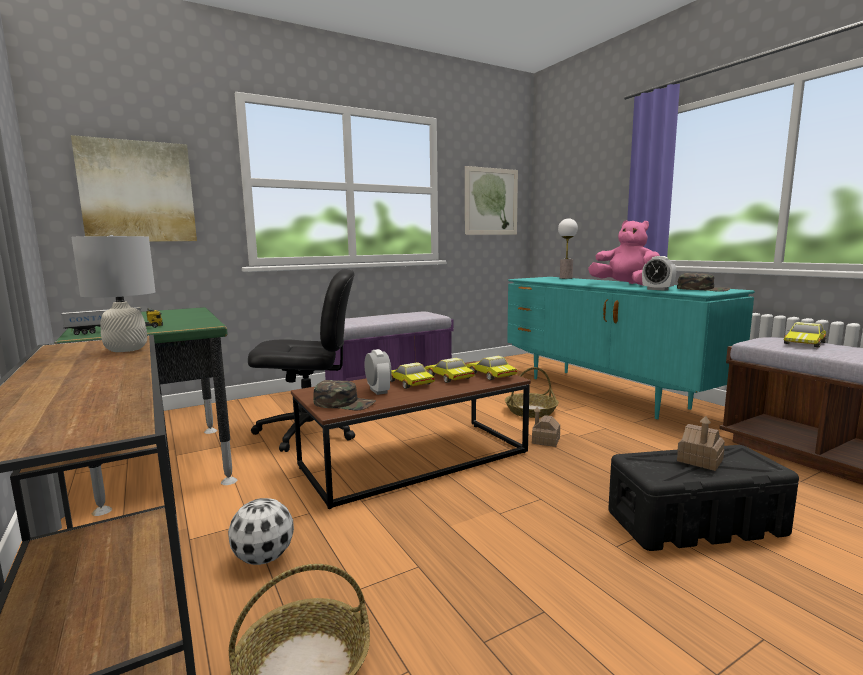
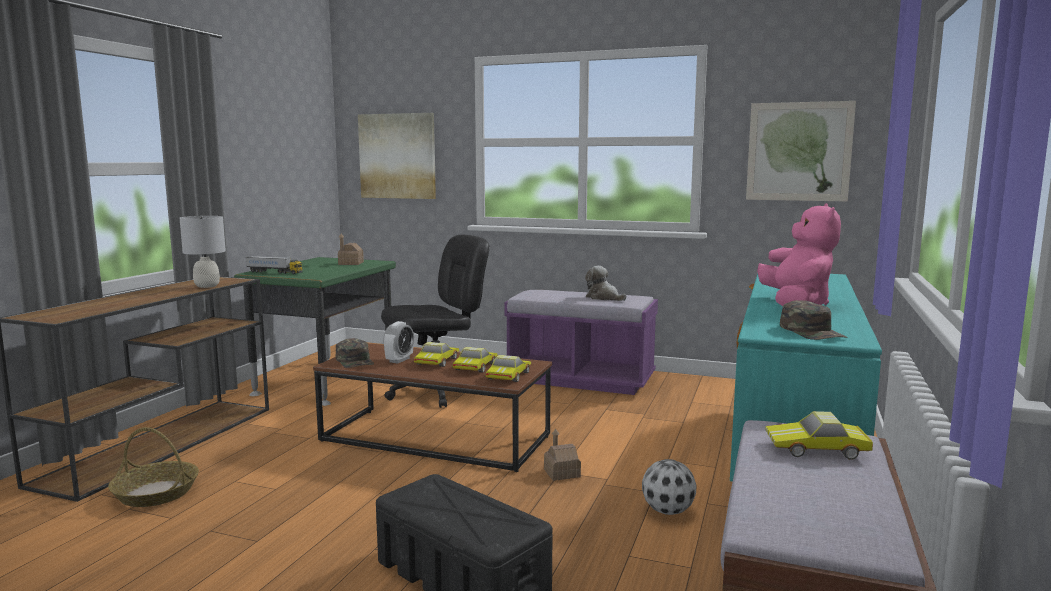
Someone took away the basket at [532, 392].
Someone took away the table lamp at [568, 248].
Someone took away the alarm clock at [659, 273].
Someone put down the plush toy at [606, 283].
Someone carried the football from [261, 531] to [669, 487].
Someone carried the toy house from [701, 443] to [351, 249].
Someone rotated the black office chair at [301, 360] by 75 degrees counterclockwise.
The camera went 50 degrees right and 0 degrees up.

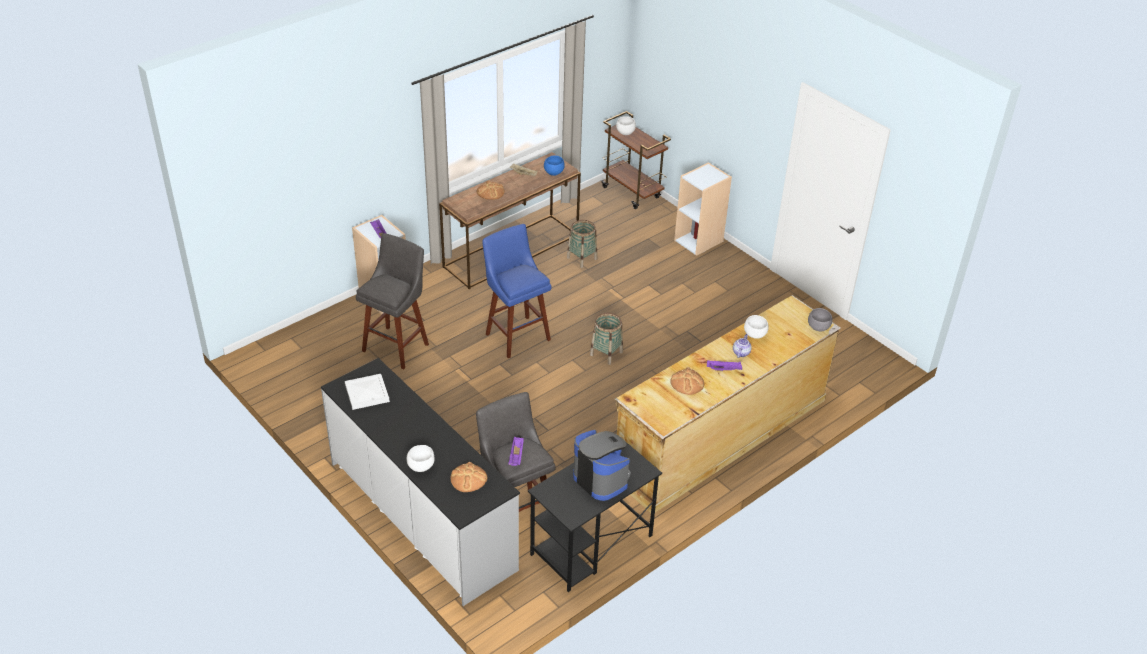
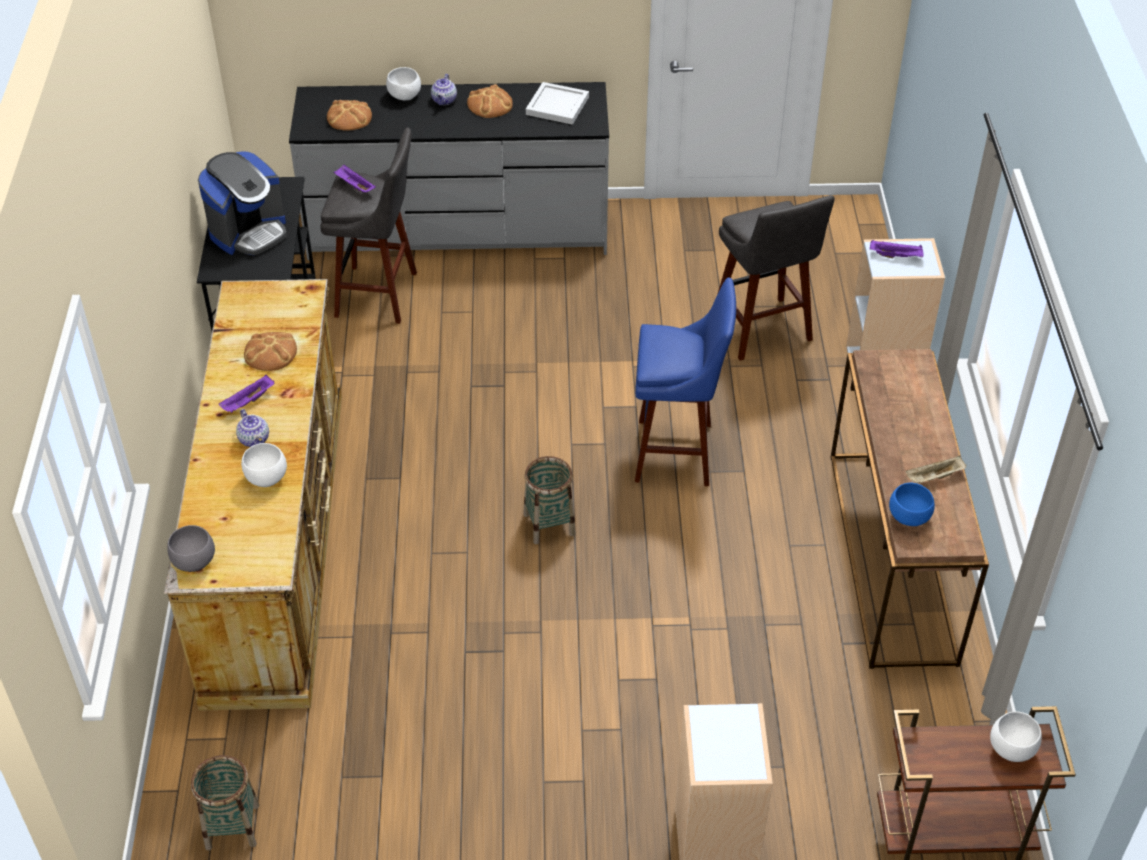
Someone put down the teapot at [444, 89].
Someone carried the bread from [491, 190] to [490, 101].
Someone carried the basket from [582, 244] to [225, 803].
Someone rotated the coffee machine at [602, 465] by 45 degrees counterclockwise.
The camera went 130 degrees right and 5 degrees up.

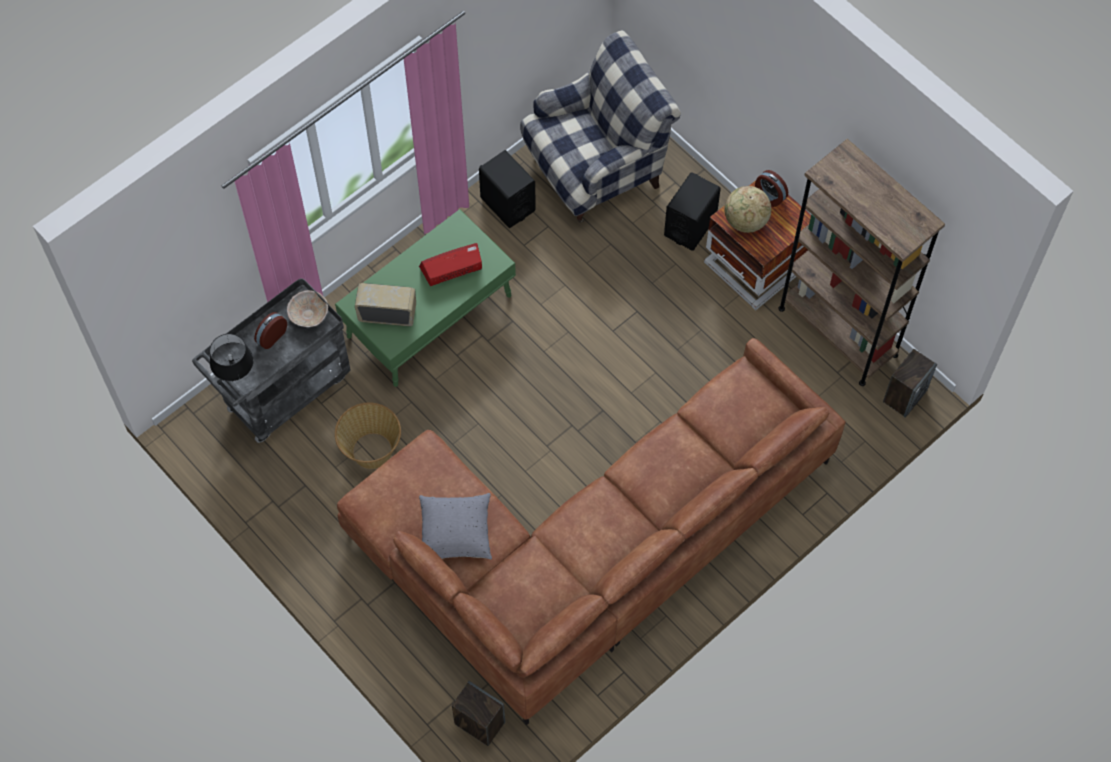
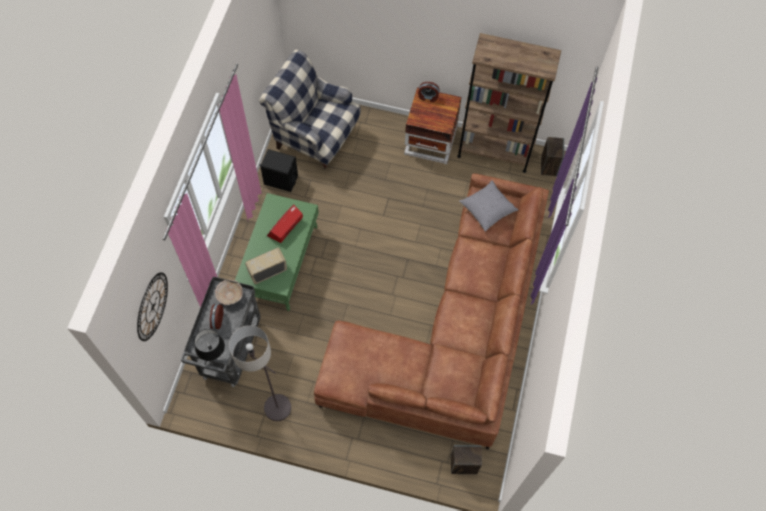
Someone took away the basket at [368, 436].
Someone took away the black speaker at [692, 211].
Someone took away the globe at [747, 209].
Someone put up the wall clock at [152, 306].
Someone put down the grey floor lamp at [260, 373].
Someone carried the grey pillow from [455, 526] to [488, 206].
Someone rotated the armchair at [600, 127] by 90 degrees counterclockwise.
The camera went 35 degrees left and 0 degrees up.

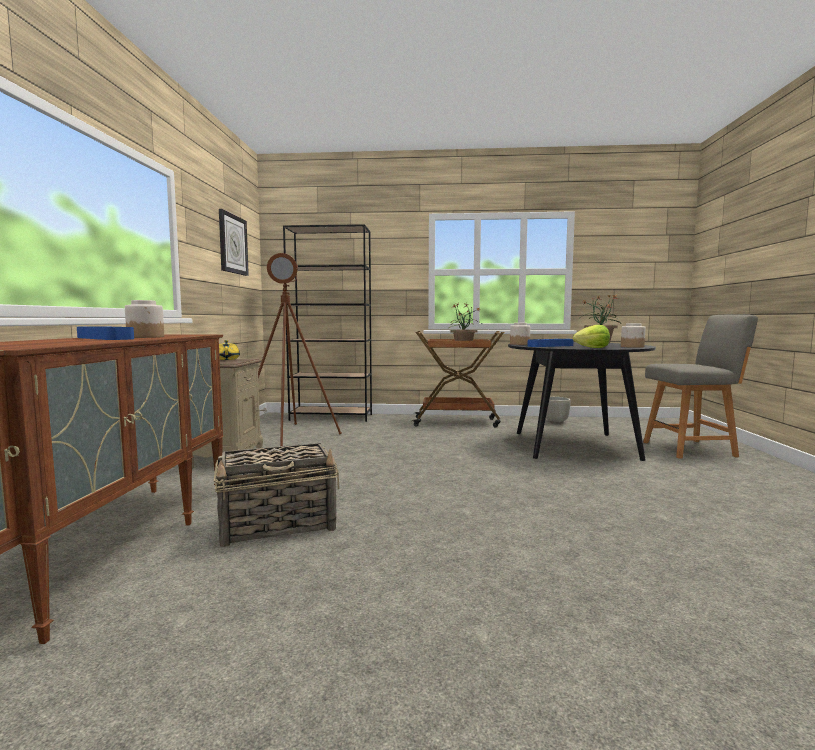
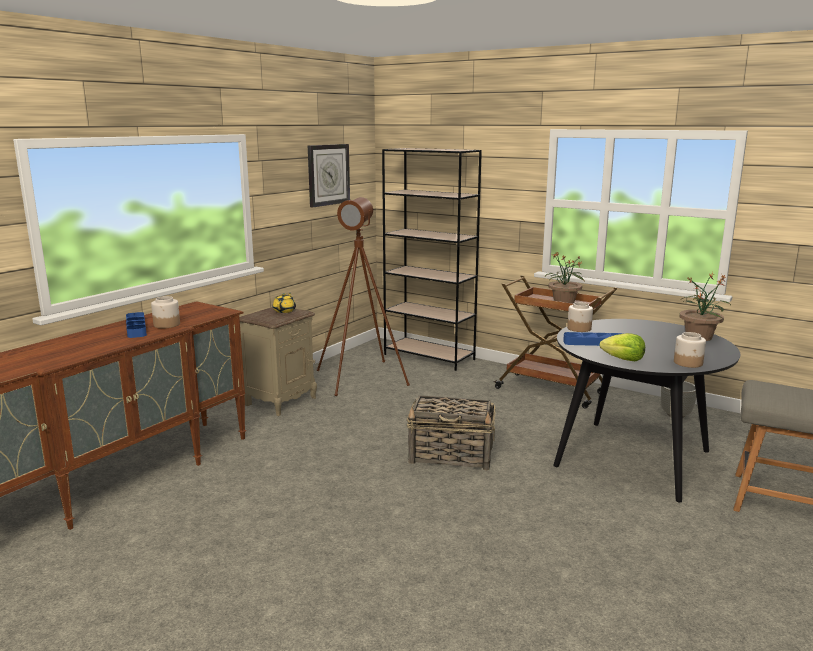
Someone carried the basket from [276, 495] to [451, 433].
The camera went 30 degrees right and 10 degrees up.

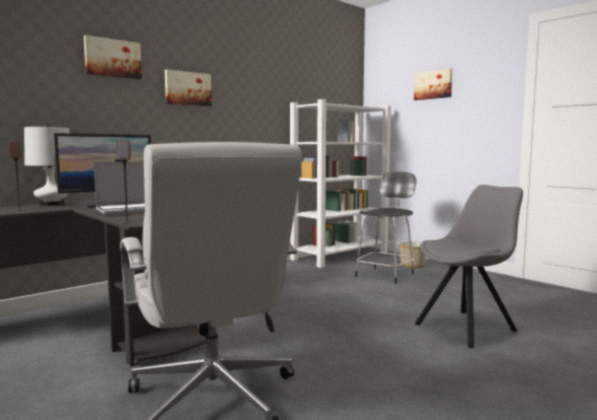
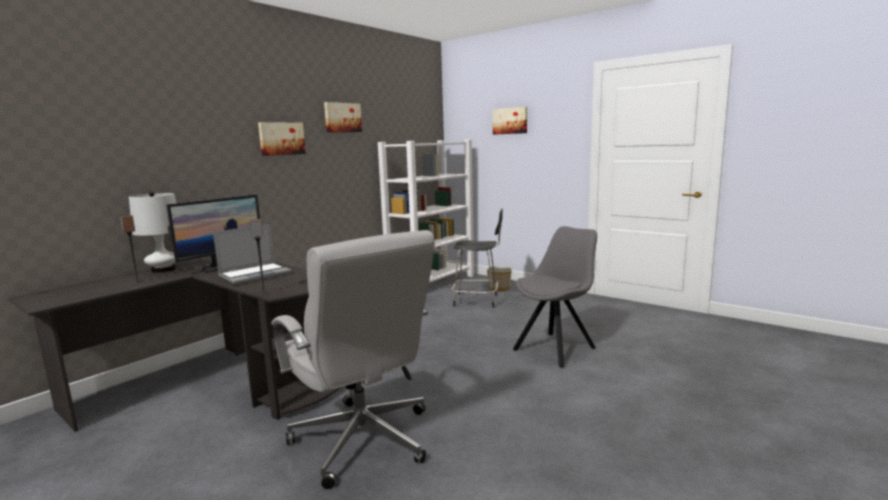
Someone carried the picture from [113, 57] to [343, 117].
Someone rotated the black chair at [385, 228] by 75 degrees clockwise.
The camera went 10 degrees left and 5 degrees up.

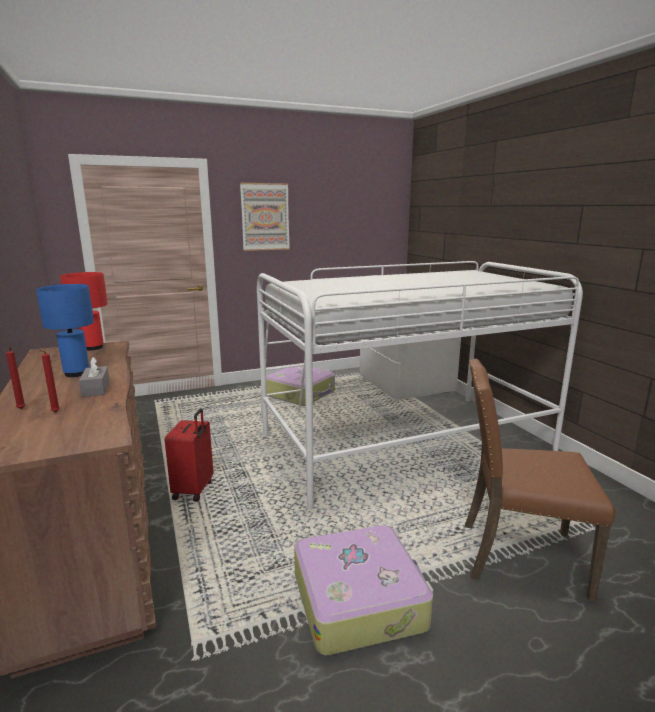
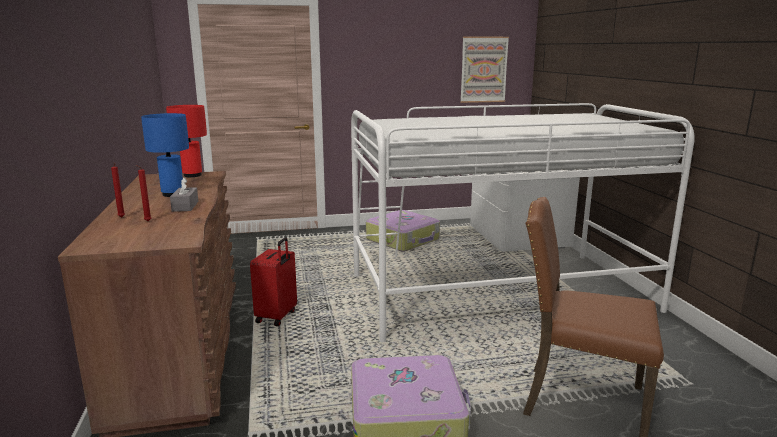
Someone carried the picture from [265, 217] to [484, 69].
The camera went 10 degrees right and 0 degrees up.

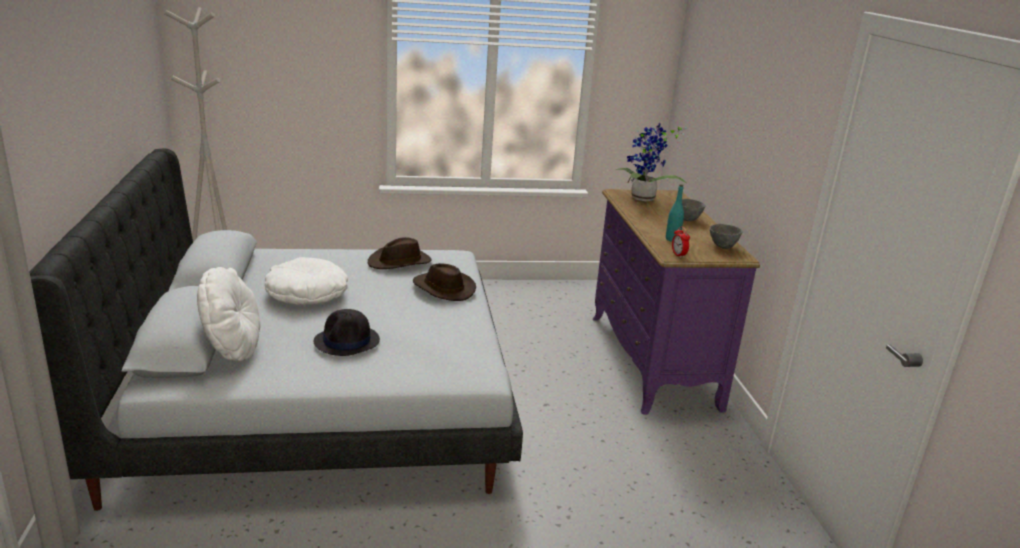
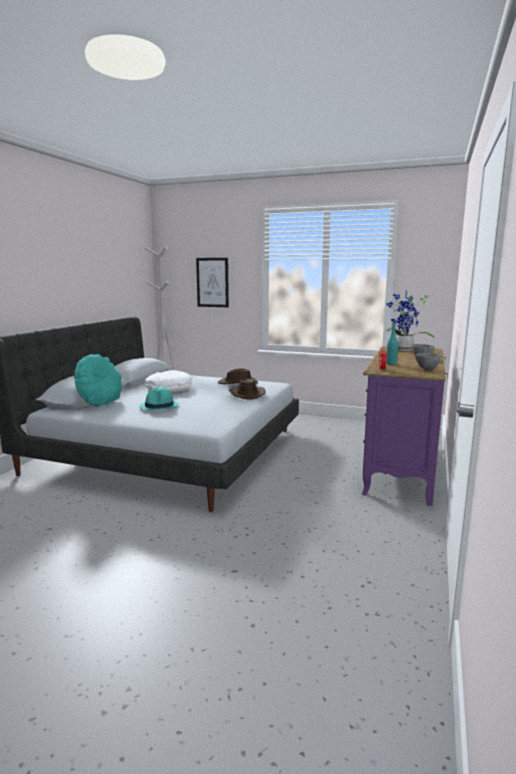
Someone put up the picture at [212, 282].
Someone repainted the white pillow at [228, 314], which became the turquoise pillow at [98, 380].
Someone repainted the black hat at [347, 332], which became the turquoise hat at [159, 399].
The camera went 30 degrees right and 10 degrees down.

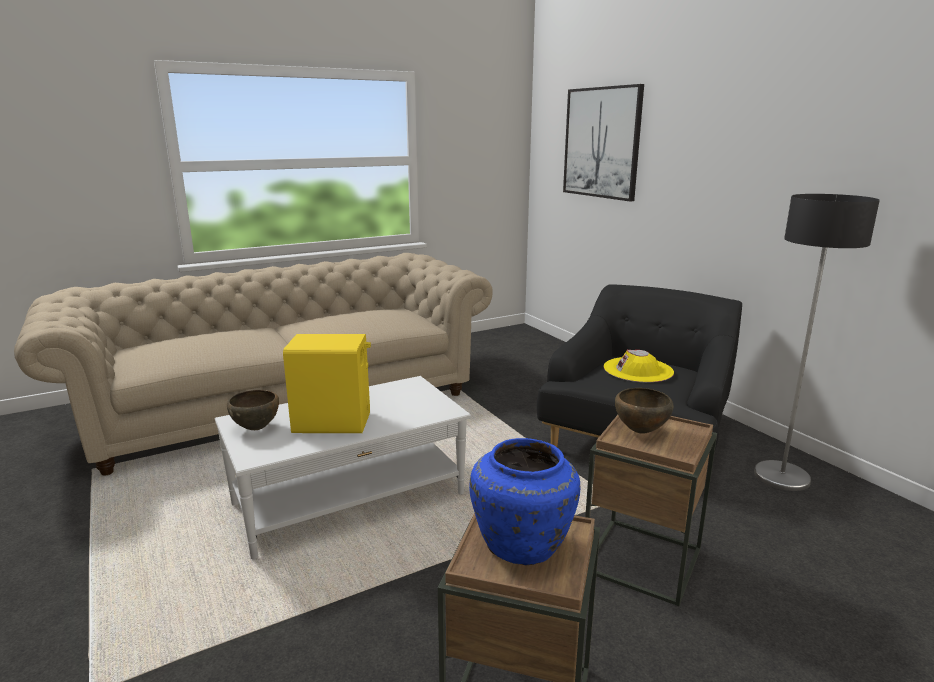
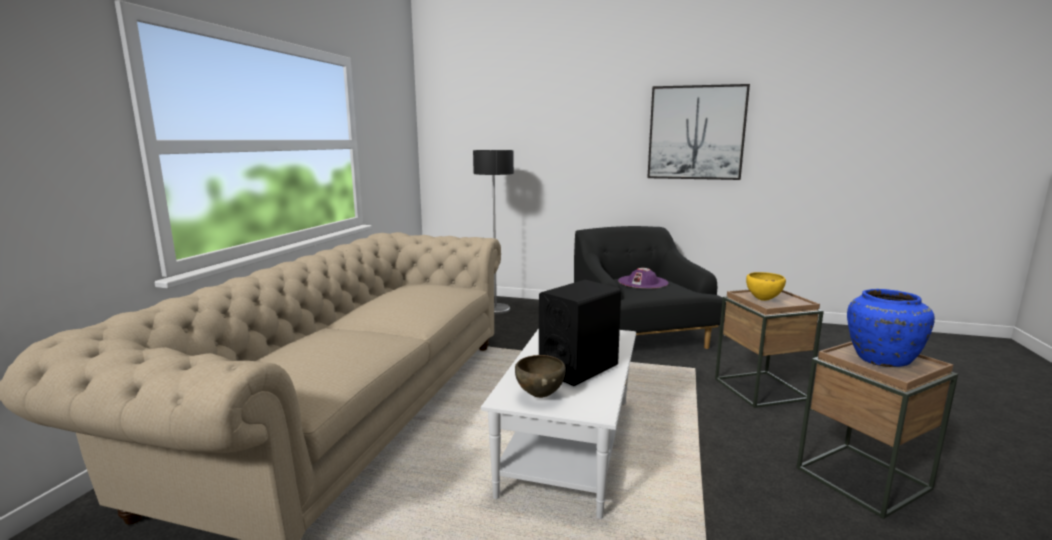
Someone carried the picture from [603, 143] to [698, 132].
Someone carried the floor lamp from [817, 342] to [493, 232].
Someone repainted the yellow speaker at [327, 383], which became the black speaker at [580, 333].
Someone repainted the yellow hat at [639, 366], which became the purple hat at [643, 278].
Someone repainted the brown bowl at [644, 411], which became the yellow bowl at [766, 286].
The camera went 45 degrees left and 5 degrees down.

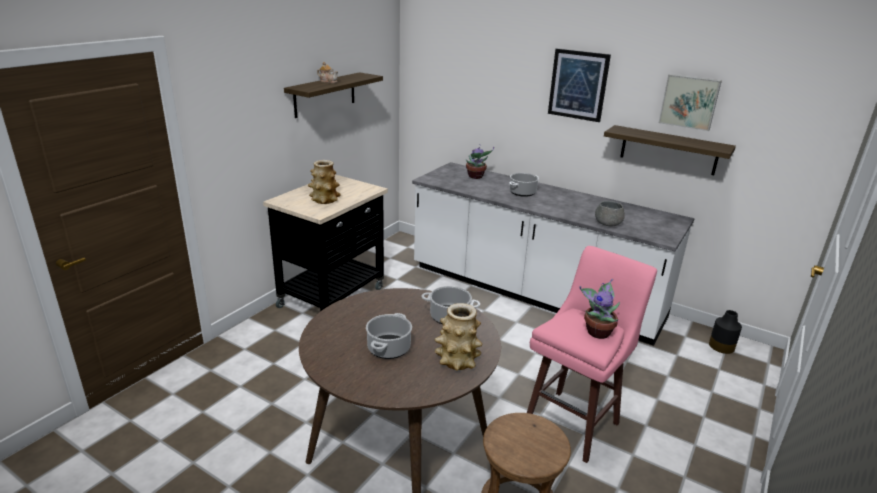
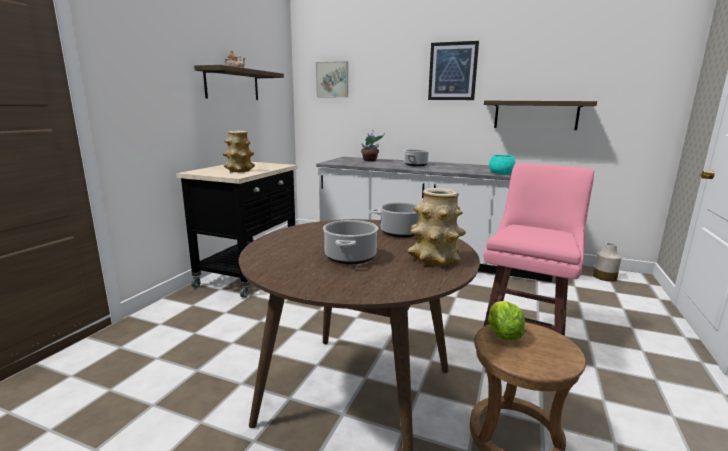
Someone took away the potted plant at [599, 309].
Someone put down the lettuce at [506, 320].
Someone carried the picture from [690, 102] to [332, 79].
Someone repainted the grey bowl at [610, 213], which became the turquoise bowl at [502, 164].
Someone repainted the black vase at [725, 332], which became the beige vase at [607, 262].
The camera went 10 degrees left and 10 degrees down.

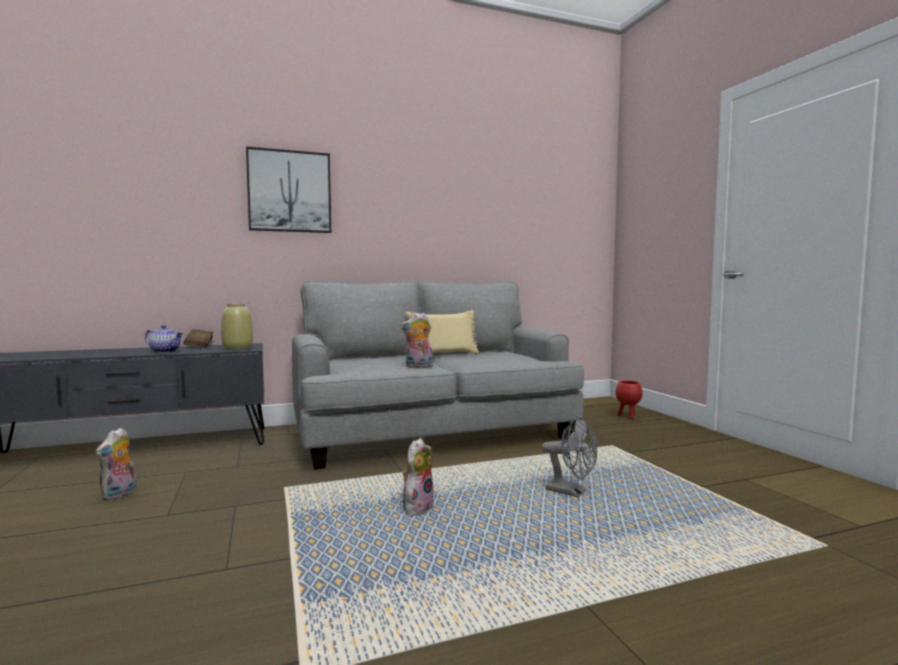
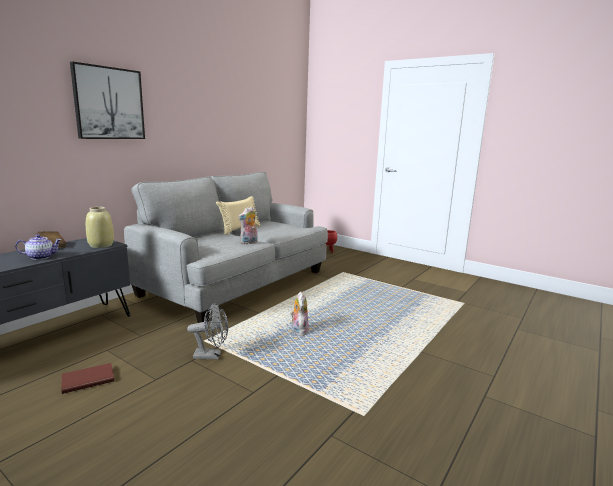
Someone carried the grey fan from [569, 457] to [207, 331].
Someone swapped the plush toy at [116, 464] for the brown book at [87, 378].
The camera went 35 degrees left and 10 degrees up.

